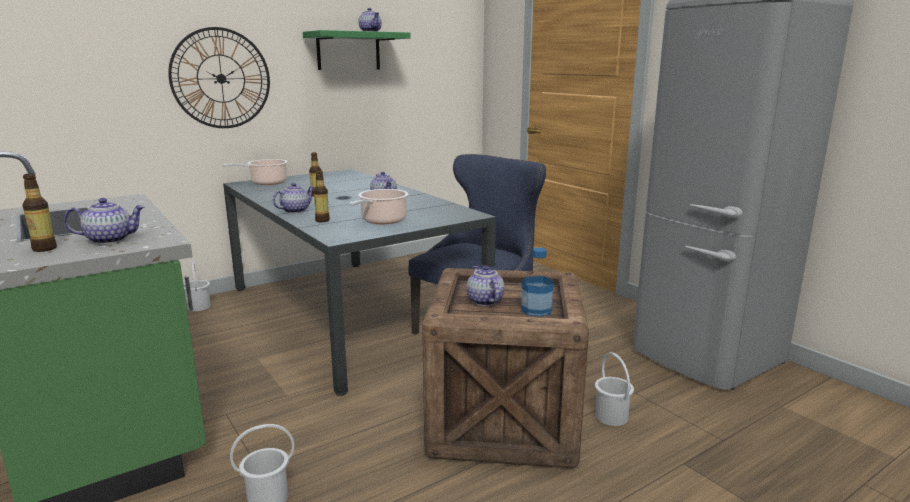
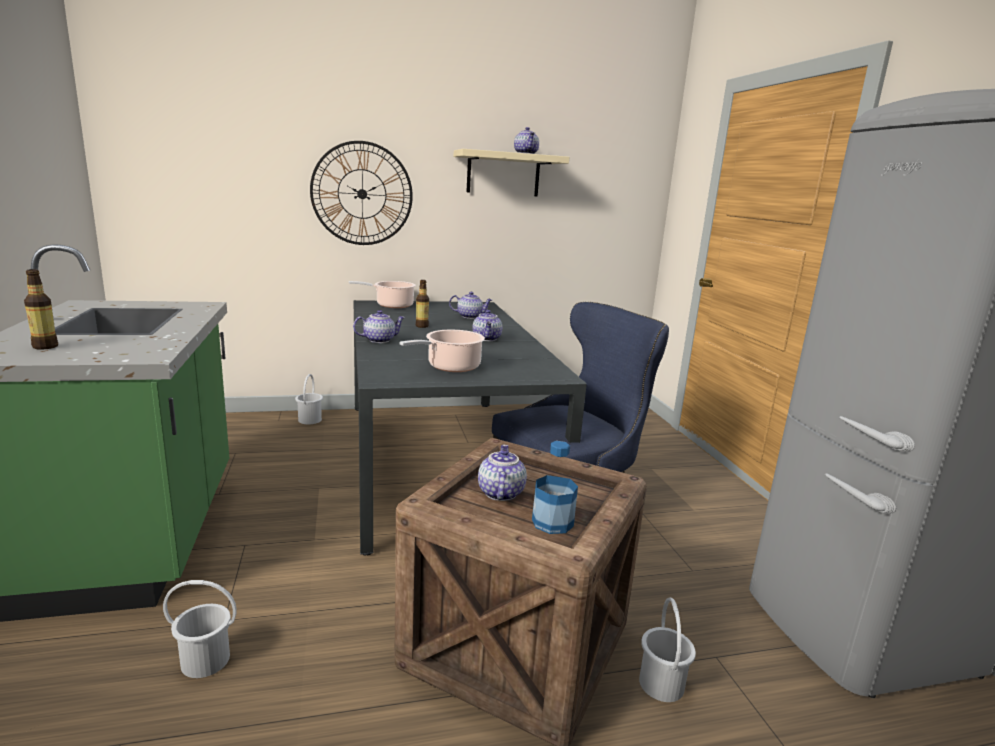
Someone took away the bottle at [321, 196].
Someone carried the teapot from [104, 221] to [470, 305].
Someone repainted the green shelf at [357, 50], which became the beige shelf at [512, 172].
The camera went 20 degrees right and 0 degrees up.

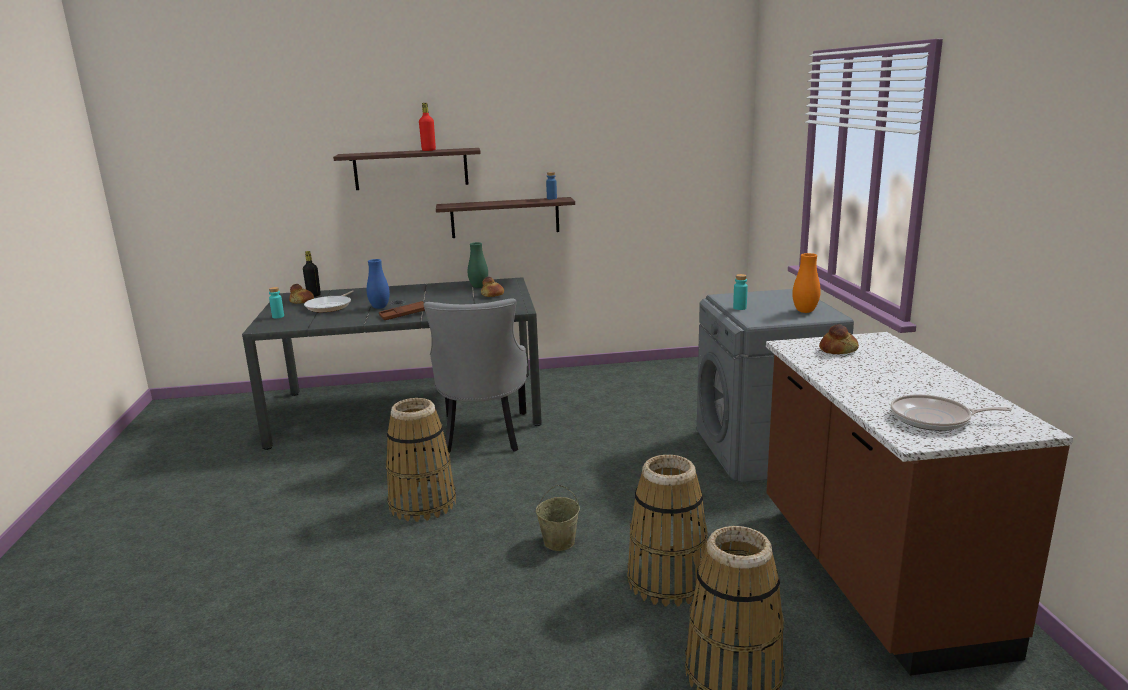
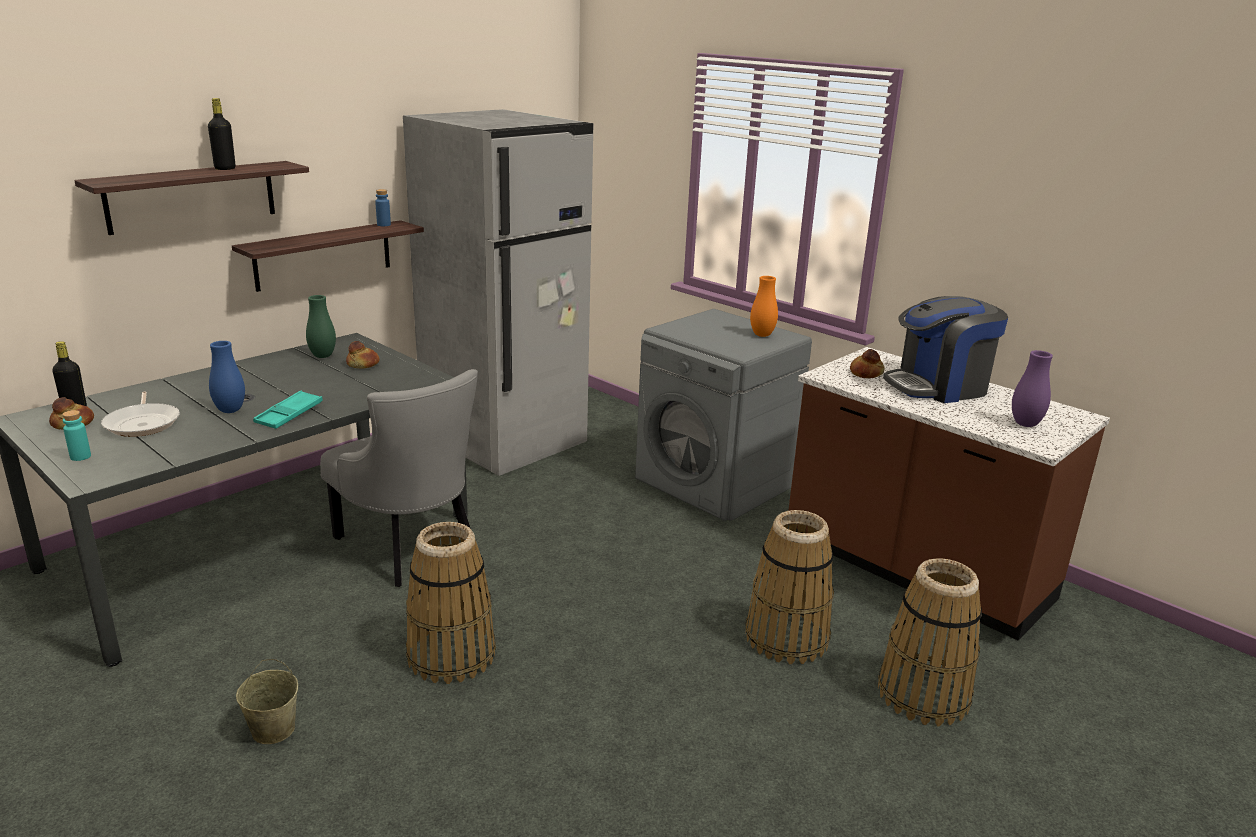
Someone took away the turquoise bottle at [740, 292].
Someone put down the grey fridge at [498, 292].
Someone put down the coffee machine at [945, 349].
Someone carried the beige bucket from [558, 518] to [267, 701].
Someone swapped the frying pan at [951, 412] for the purple vase at [1032, 388].
Someone repainted the brown tray at [402, 310], which became the turquoise tray at [288, 410].
Someone repainted the red bottle at [427, 127], which became the black bottle at [222, 134].
The camera went 40 degrees left and 5 degrees up.

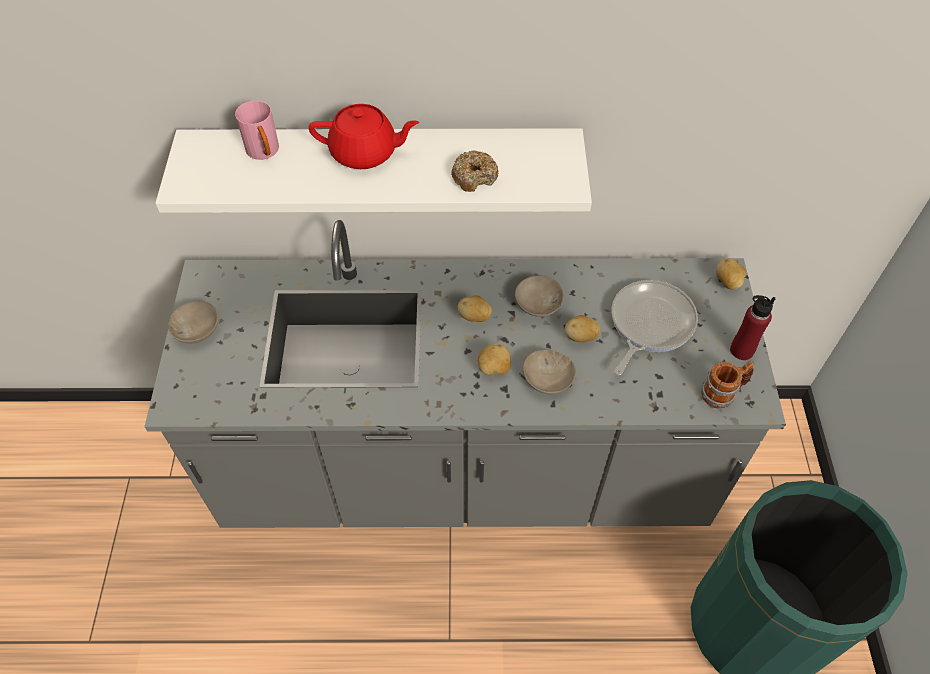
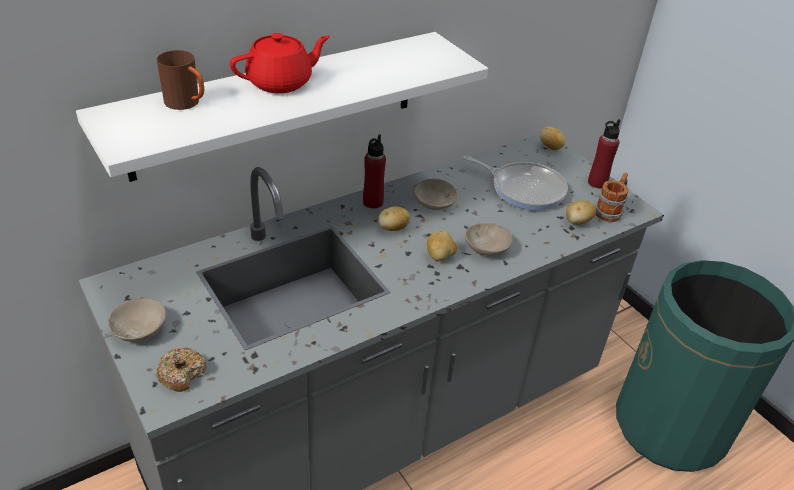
Someone put down the red bottle at [374, 171].
Someone carried the donut from [474, 171] to [182, 369].
Someone carried the potato from [582, 328] to [581, 212].
Someone repainted the pink mug at [257, 130], which became the brown mug at [180, 80].
Someone rotated the frying pan at [654, 327] by 120 degrees clockwise.
The camera went 35 degrees left and 15 degrees down.

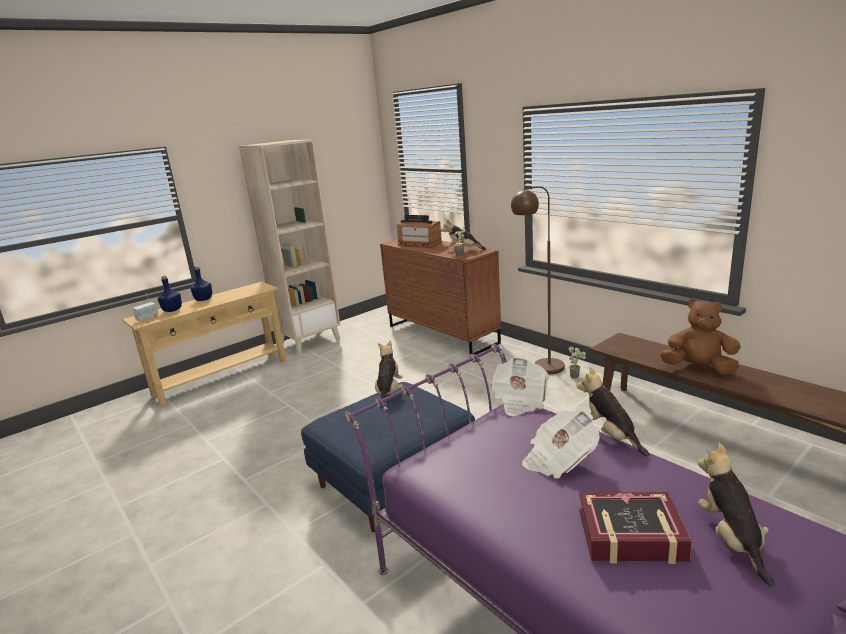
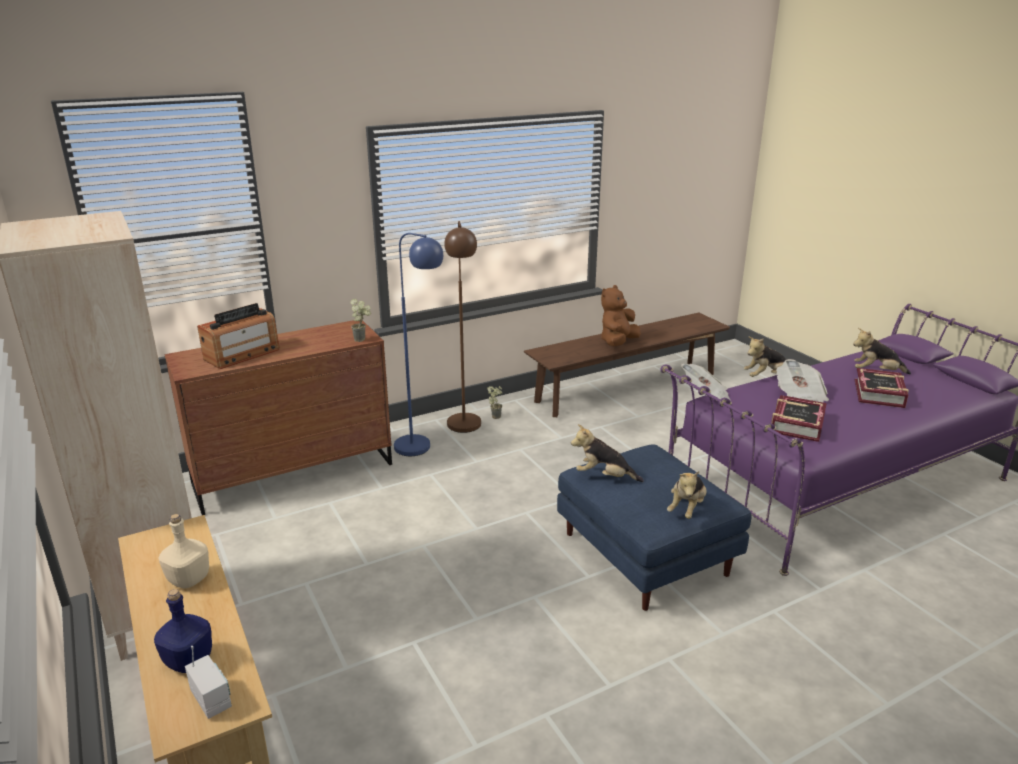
Someone took away the blue bottle at [201, 283].
Someone put down the beige bottle at [184, 551].
Someone put down the blue floor lamp at [418, 344].
Someone put down the book at [799, 418].
Someone carried the plush toy from [463, 234] to [687, 495].
The camera went 80 degrees left and 5 degrees up.

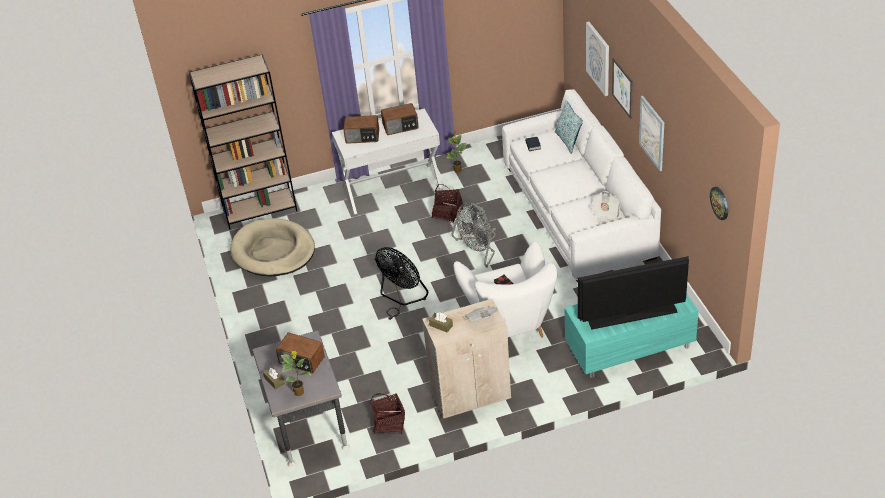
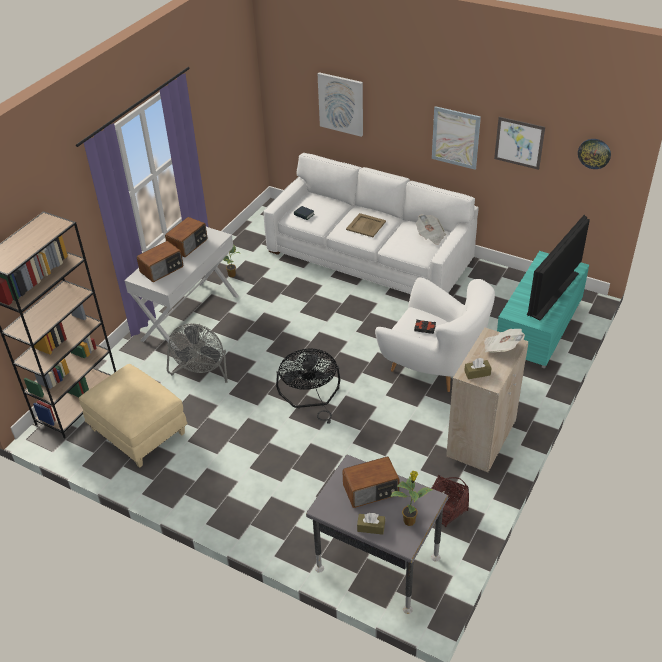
Someone took away the basket at [447, 203].
Someone took away the pillow at [568, 127].
Someone put down the beige tray at [366, 225].
Someone carried the grey fan from [474, 235] to [197, 353].
Someone carried the picture from [622, 88] to [519, 143].
Someone swapped the beige dog bed at [272, 248] for the beige ottoman at [133, 416].
The camera went 45 degrees left and 0 degrees up.

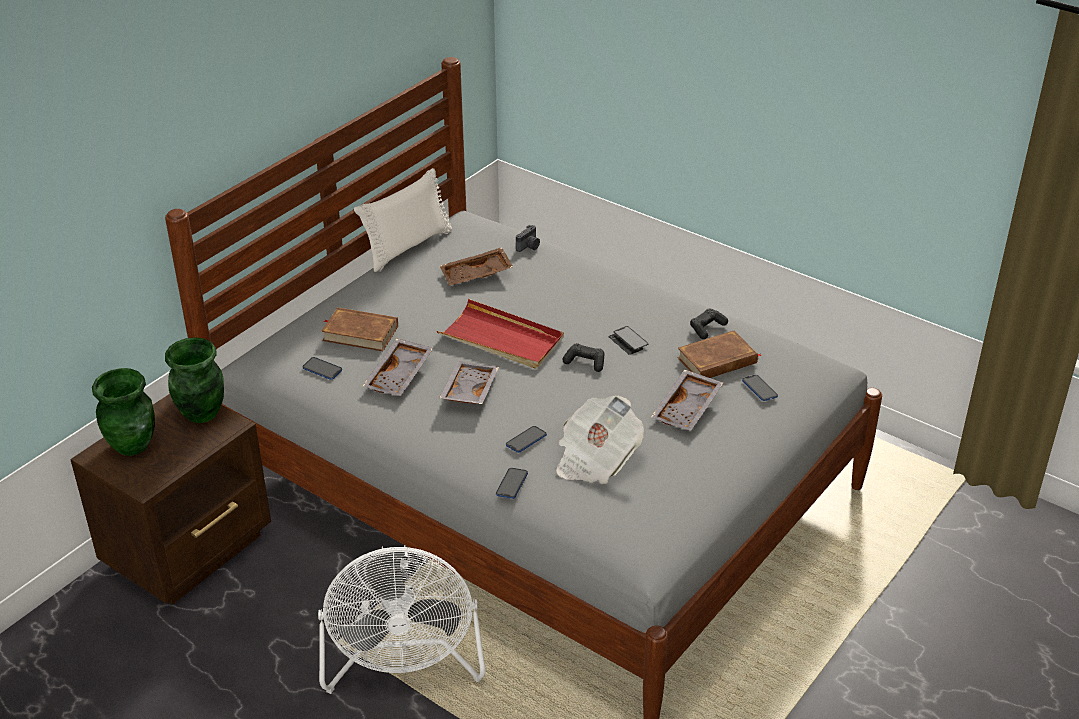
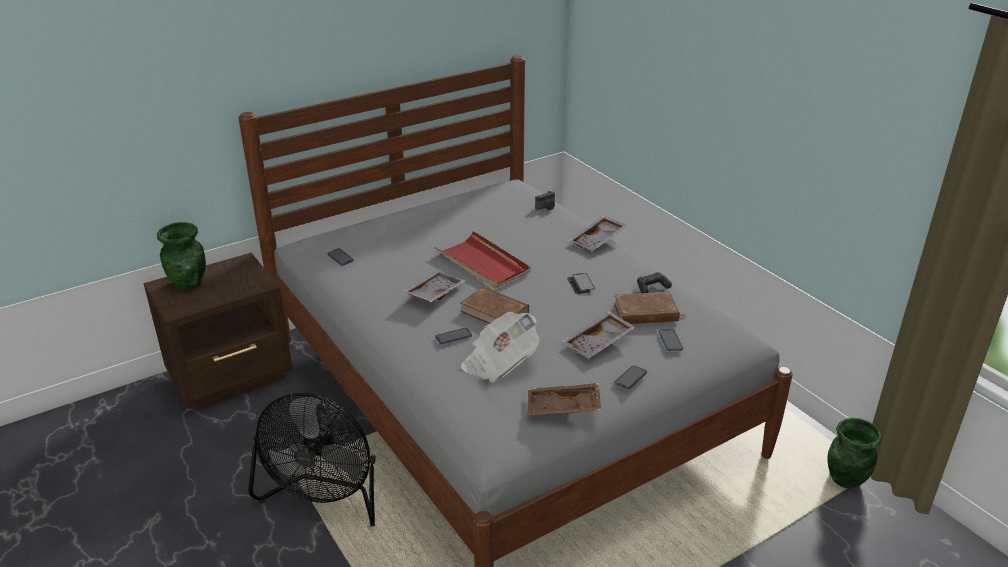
Someone took away the white pillow at [403, 220].
Someone took away the black game controller at [583, 357].
Someone carried the green vase from [194, 380] to [855, 453].
Someone carried the brown book from [359, 329] to [494, 305].
Someone carried the grey tray from [398, 367] to [598, 233].
Someone carried the brown tray from [476, 266] to [564, 399].
Someone carried the phone from [512, 483] to [630, 377].
Someone repainted the white fan at [402, 619], which became the black fan at [312, 459].
The camera went 20 degrees right and 5 degrees down.

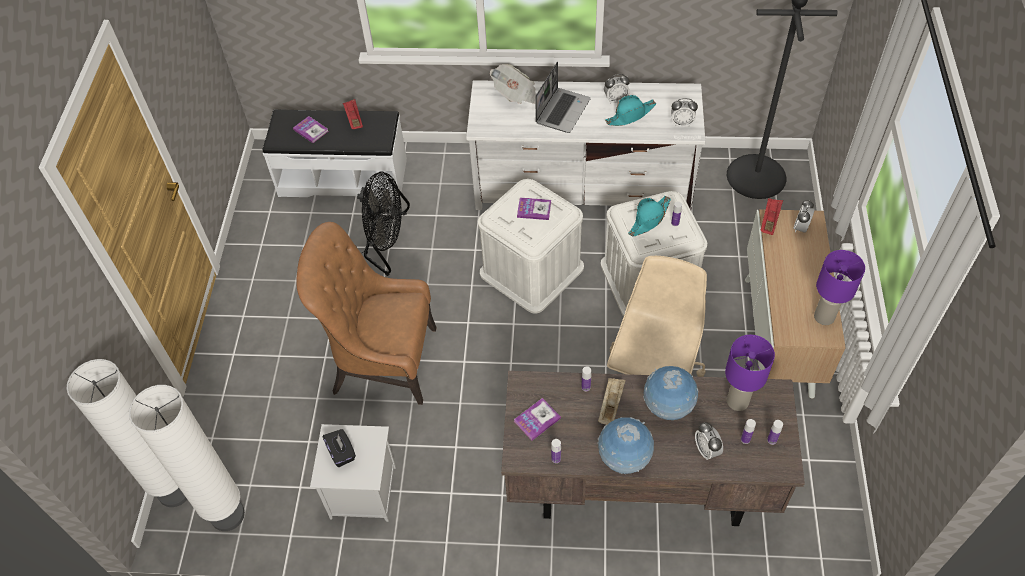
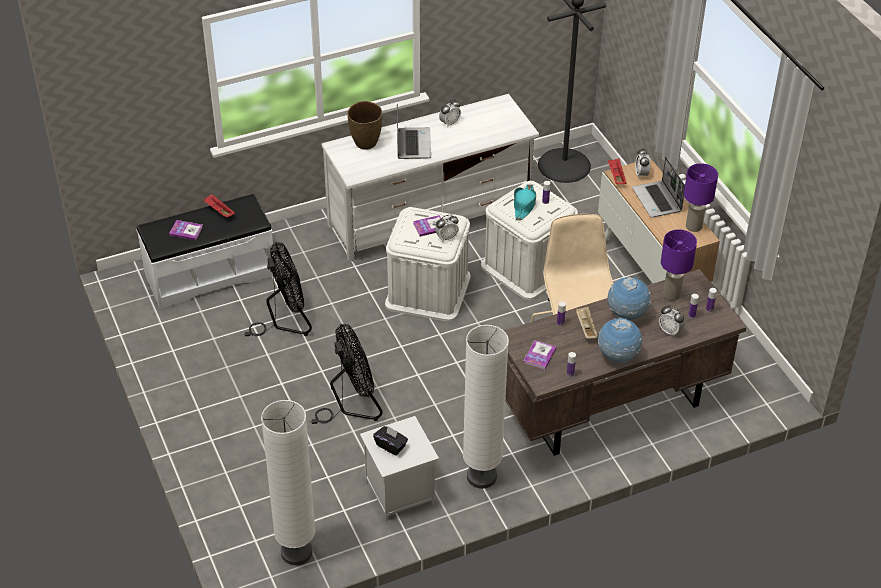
Someone took away the turquoise hat at [630, 110].
Someone put down the laptop at [658, 187].
Someone carried the white floor lamp from [127, 433] to [486, 407].
Someone carried the alarm clock from [684, 112] to [447, 229].
Someone swapped the brown chair at [366, 313] for the black fan at [346, 374].
Someone swapped the newspaper at [513, 84] for the brown vase at [364, 125].
The camera went 30 degrees left and 10 degrees down.

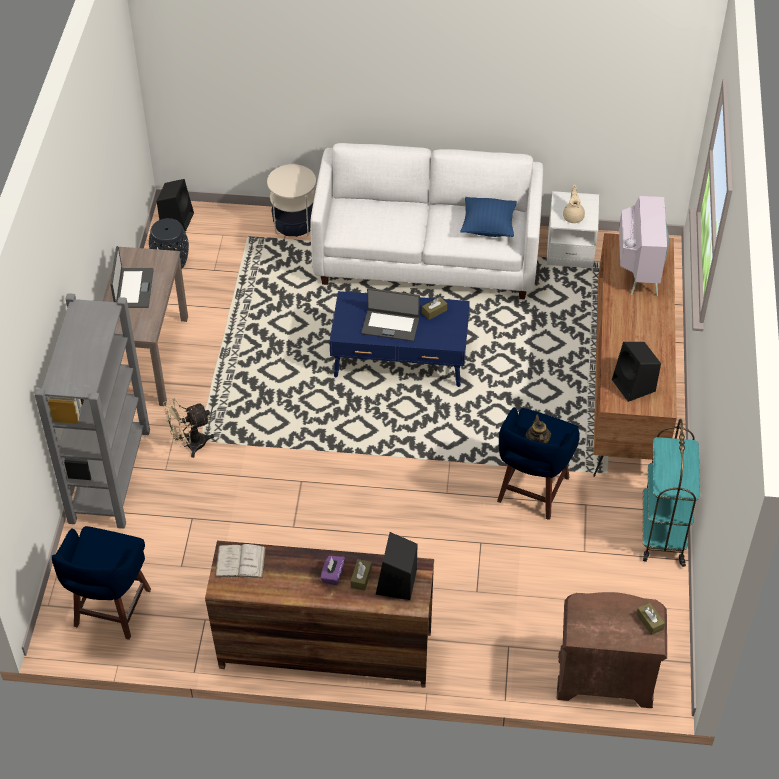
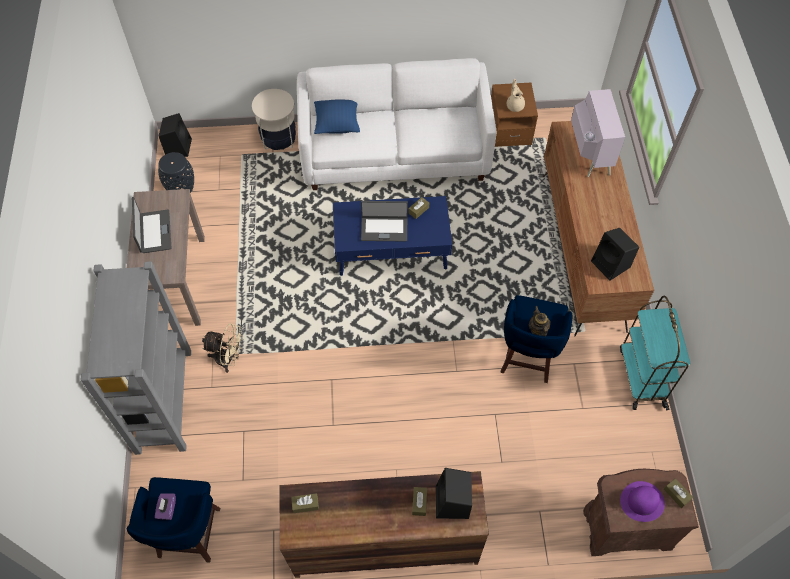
Someone put down the purple hat at [642, 501].
Someone carried the purple tissue box from [333, 570] to [165, 506].
Someone carried the blue pillow from [488, 217] to [337, 116].
Someone swapped the white book at [240, 561] for the brown tissue box at [305, 503].
Someone repainted the white nightstand at [572, 230], which became the brown nightstand at [514, 115].
Someone rotated the beige fan at [188, 428] by 135 degrees counterclockwise.
The camera went 10 degrees left and 10 degrees up.

